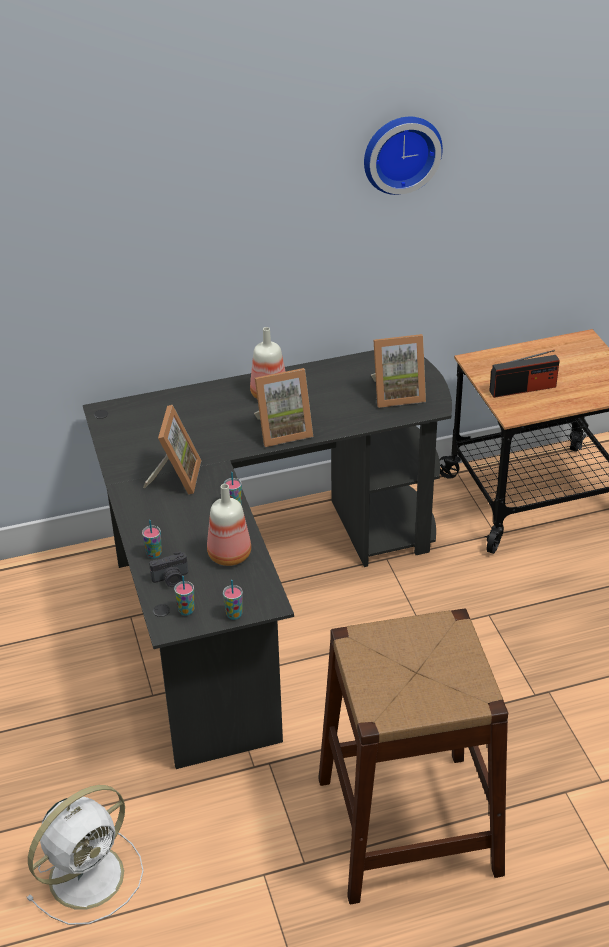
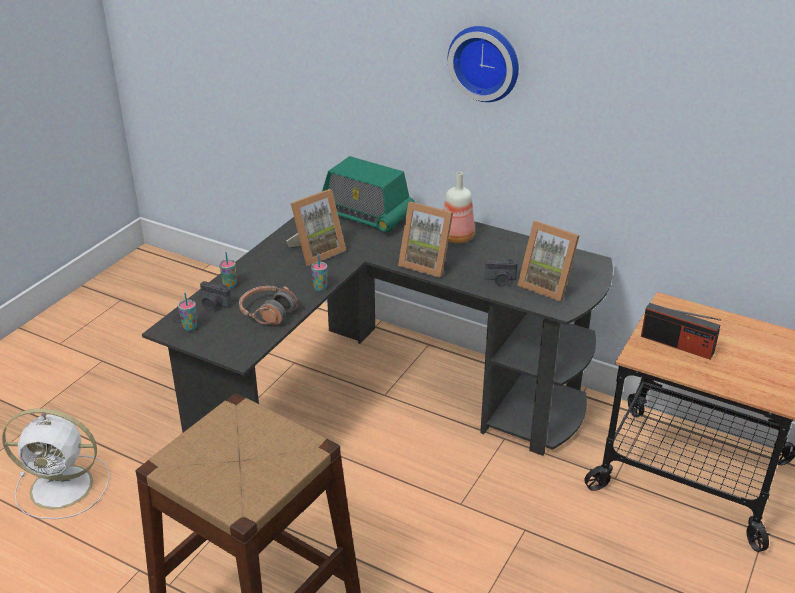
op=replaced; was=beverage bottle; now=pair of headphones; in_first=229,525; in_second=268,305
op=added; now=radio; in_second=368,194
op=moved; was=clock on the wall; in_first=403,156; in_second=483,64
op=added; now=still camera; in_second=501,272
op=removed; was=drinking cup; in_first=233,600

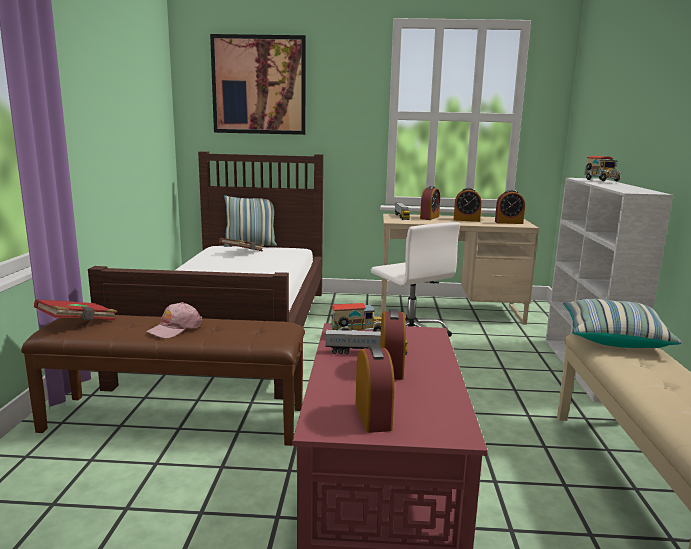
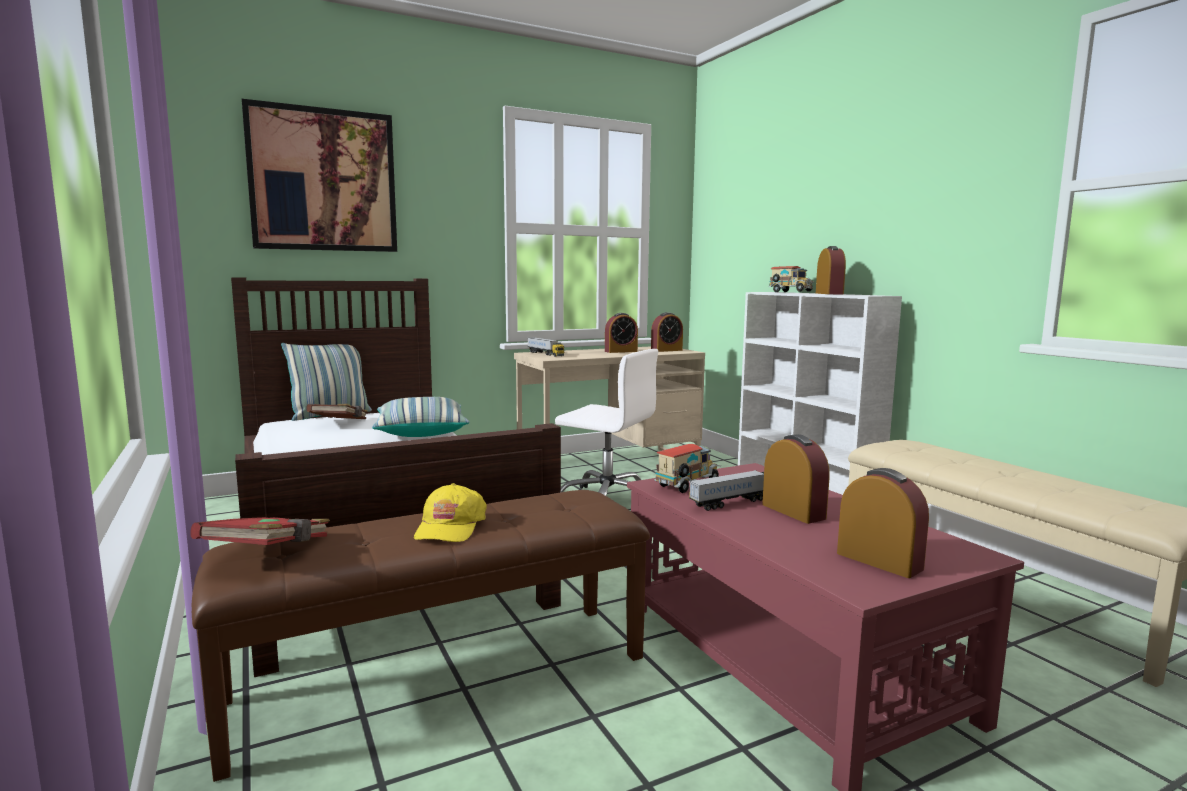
op=moved; was=cushion; in_first=622,323; in_second=420,417
op=recoloured; was=pink-coloured baseball cap; now=yellow-coloured baseball cap; in_first=174,320; in_second=450,512
op=moved; was=table clock; in_first=430,203; in_second=831,270

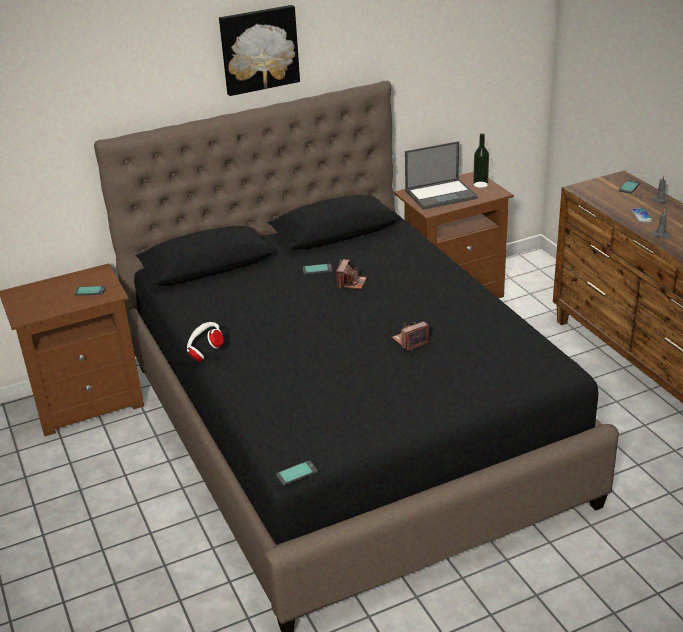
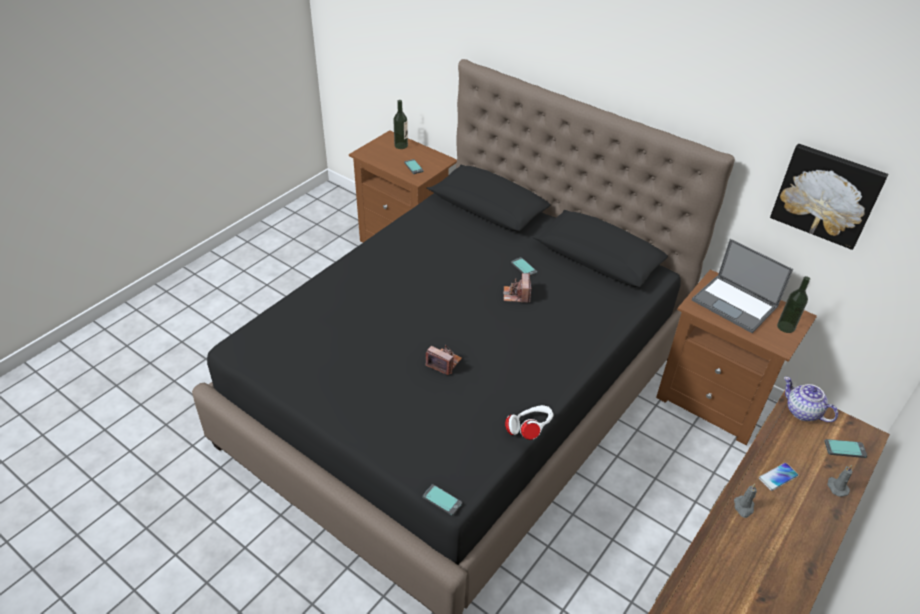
op=added; now=beverage bottle; in_second=400,124
op=moved; was=telephone; in_first=297,473; in_second=442,500
op=turned; was=still camera; in_first=351,274; in_second=517,288; clockwise=105
op=moved; was=whitish pair of headphones; in_first=205,342; in_second=529,422
op=moved; was=picture; in_first=259,50; in_second=829,197
op=added; now=teapot; in_second=811,399

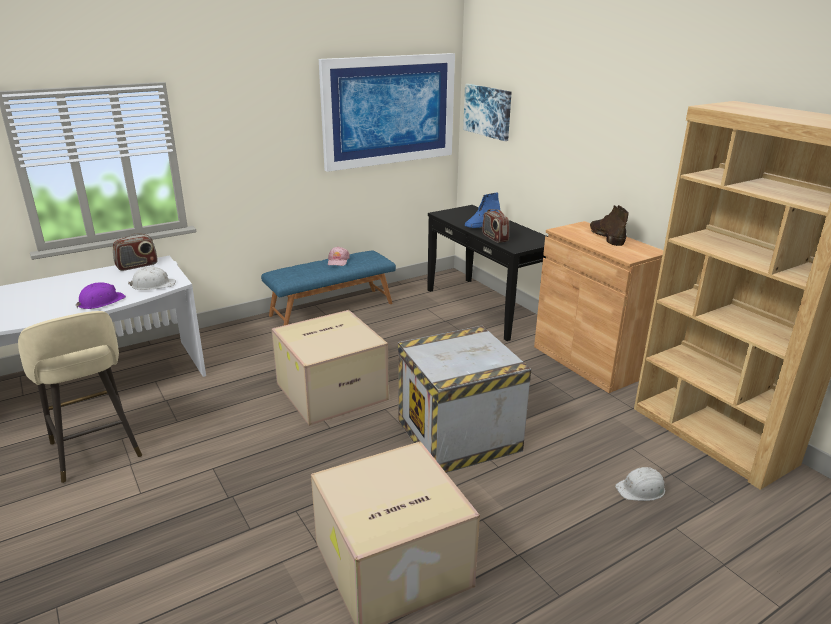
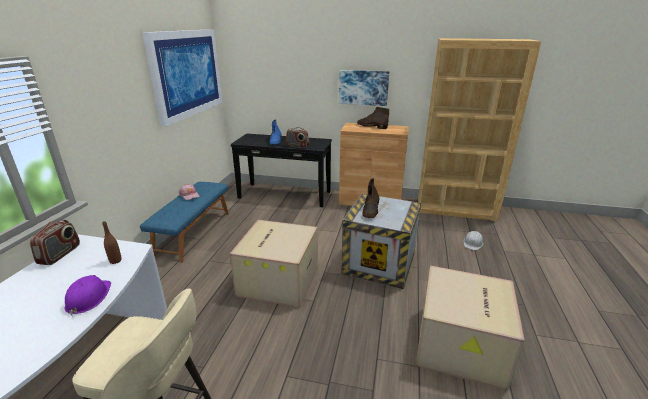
op=replaced; was=whitish work helmet; now=brown beverage bottle; in_first=152,278; in_second=112,242
op=moved; was=picture; in_first=487,112; in_second=364,88
op=added; now=brown boot; in_second=370,198

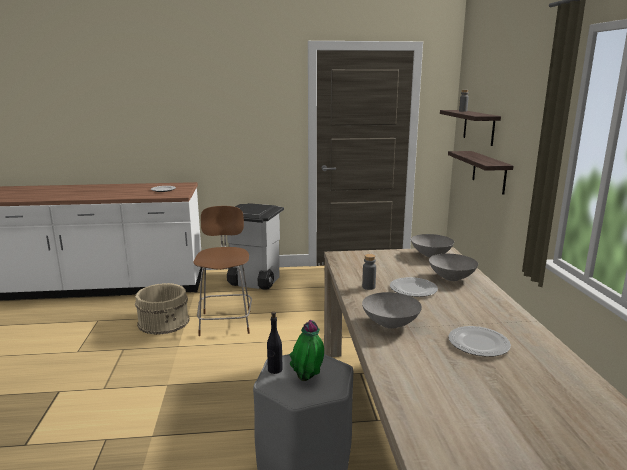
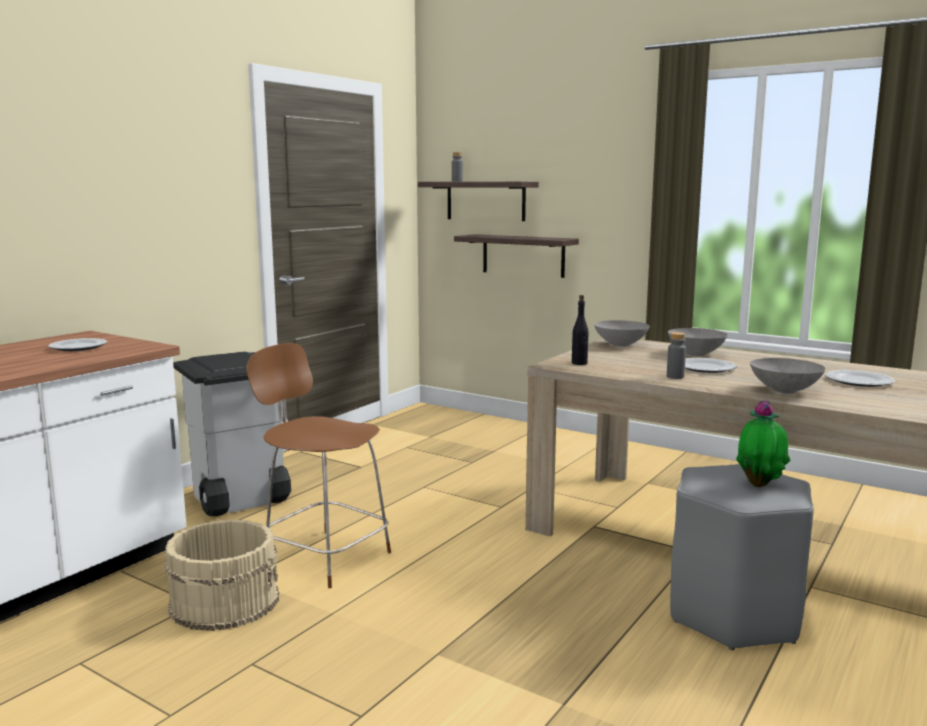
op=moved; was=blackish beverage bottle; in_first=275,343; in_second=580,330

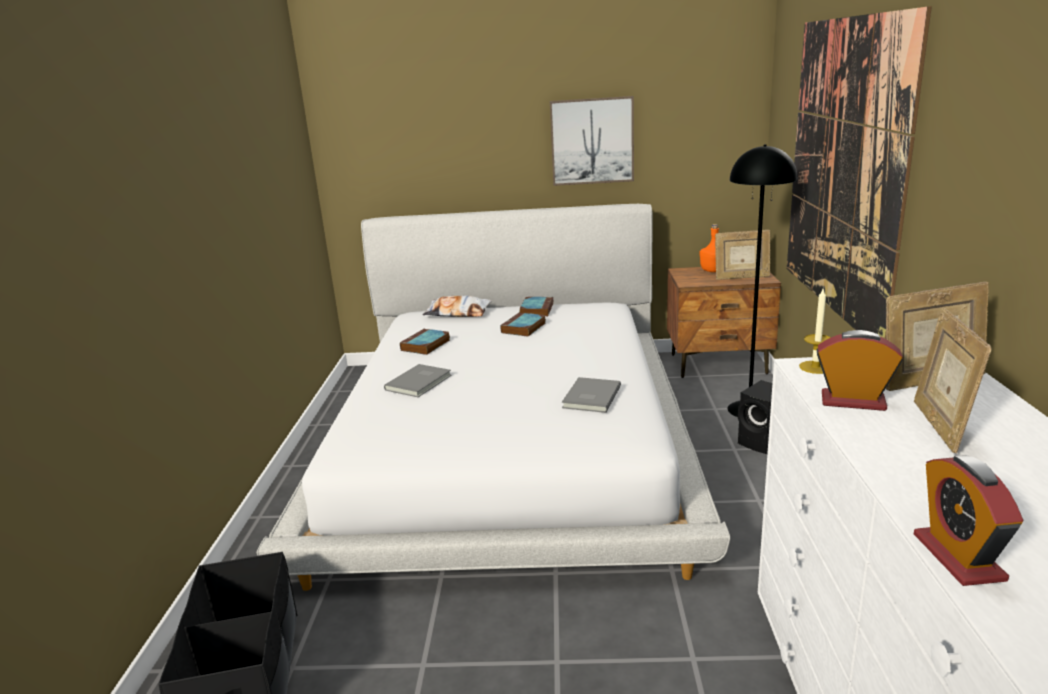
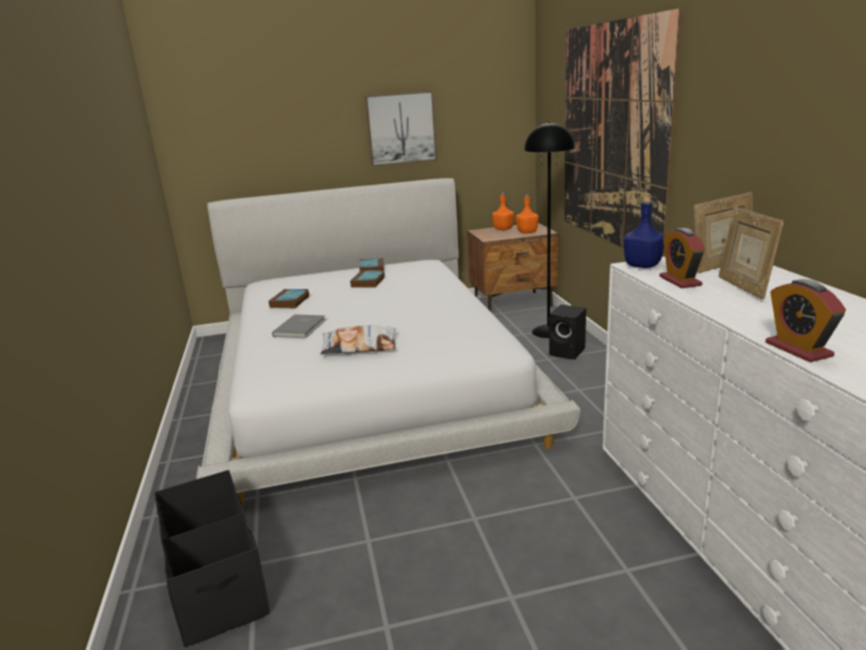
op=moved; was=cushion; in_first=457,306; in_second=358,340
op=replaced; was=picture frame; now=orange-coloured beverage bottle; in_first=742,255; in_second=527,213
op=replaced; was=wax light; now=bluish beverage bottle; in_first=815,331; in_second=644,232
op=turned; was=table clock; in_first=860,370; in_second=682,258; clockwise=-105
op=removed; was=greyish book; in_first=591,395

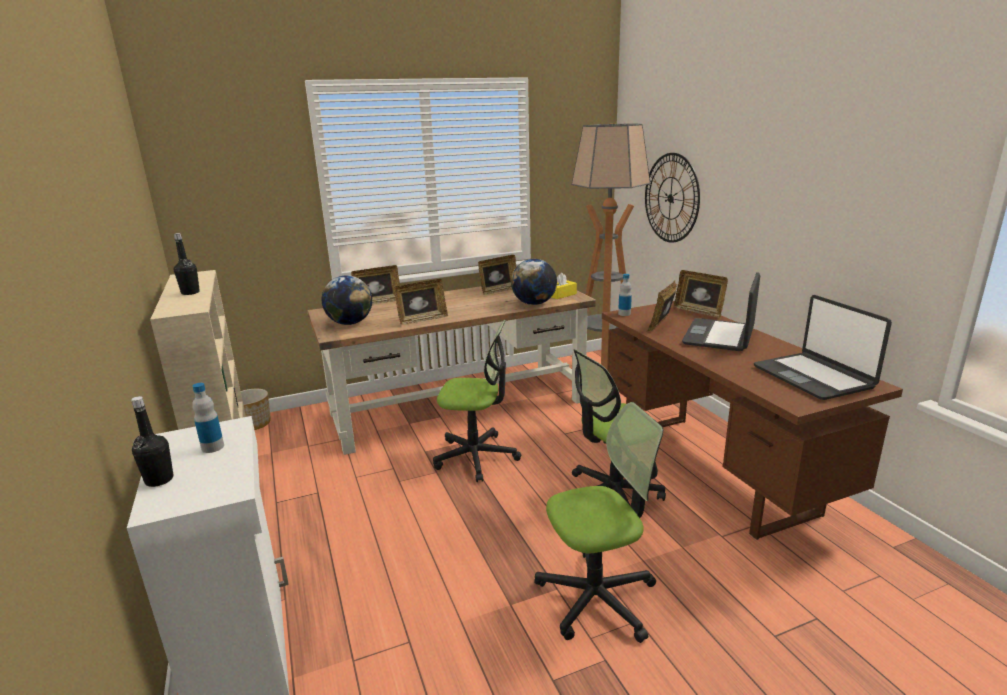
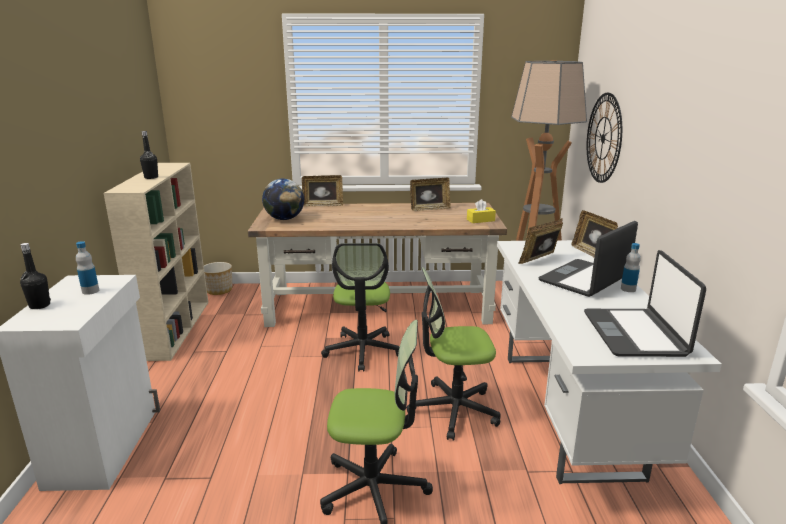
op=turned; was=desk chair; in_first=477,401; in_second=360,307; clockwise=60
op=recoloured; was=brown desk table; now=whitish desk table; in_first=752,420; in_second=609,362
op=moved; was=beverage bottle; in_first=625,295; in_second=631,267
op=removed; was=picture frame; in_first=421,302
op=removed; was=desk globe; in_first=534,282

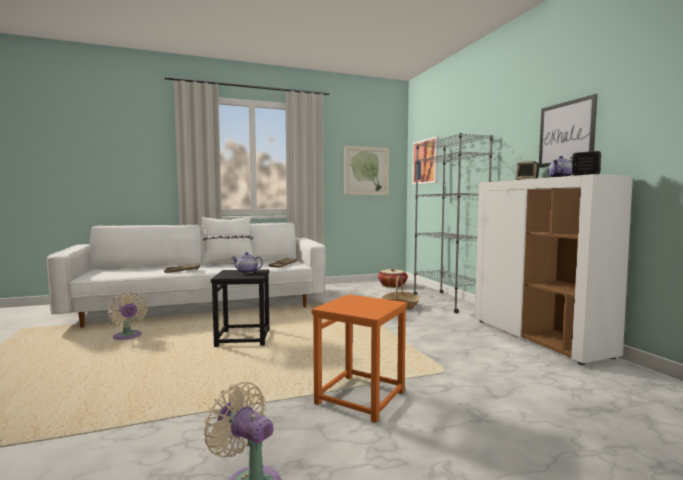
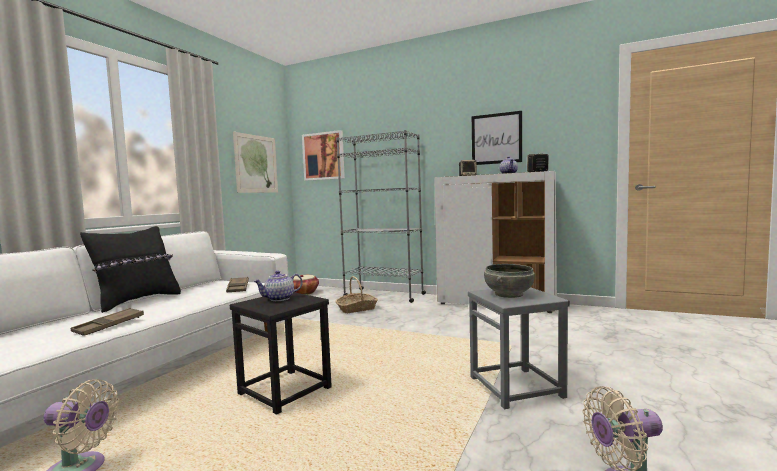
op=recoloured; was=whitish cushion; now=blackish cushion; in_first=227,240; in_second=130,269
op=recoloured; was=orange-coloured stool seat; now=greyish stool seat; in_first=359,358; in_second=519,348
op=added; now=greyish bowl; in_second=509,281

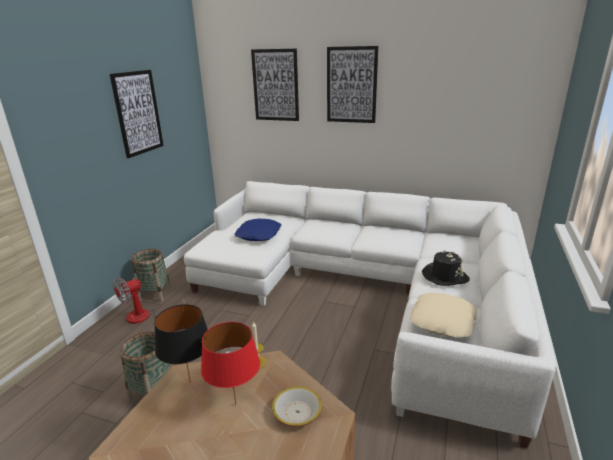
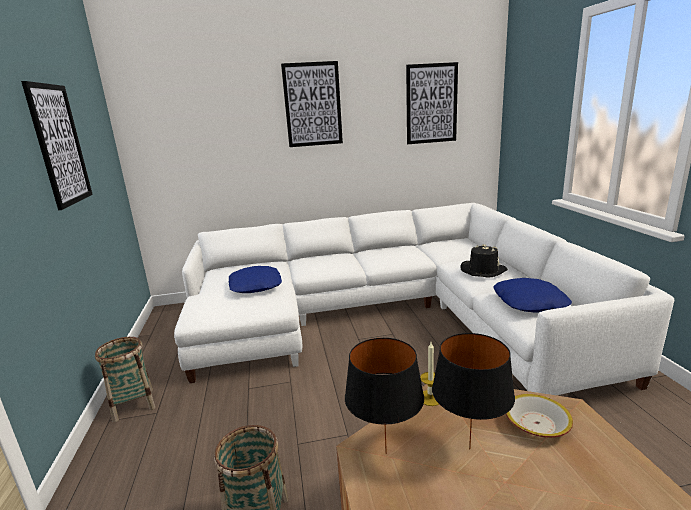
op=moved; was=picture; in_first=275,85; in_second=432,103
op=recoloured; was=red-coloured lamp for a table; now=blackish lamp for a table; in_first=230,363; in_second=473,391
op=recoloured; was=beige-coloured cushion; now=bluish cushion; in_first=443,315; in_second=532,295
op=removed; was=fan; in_first=149,300

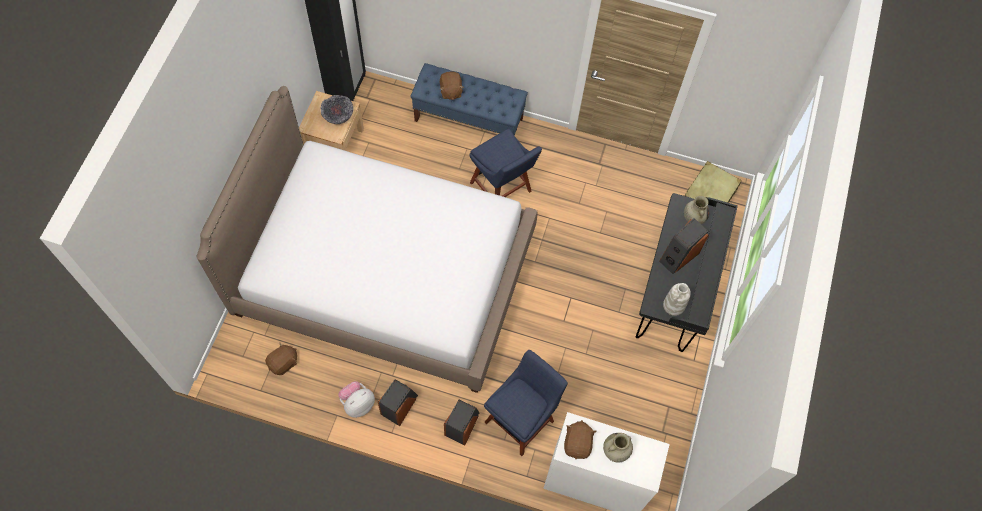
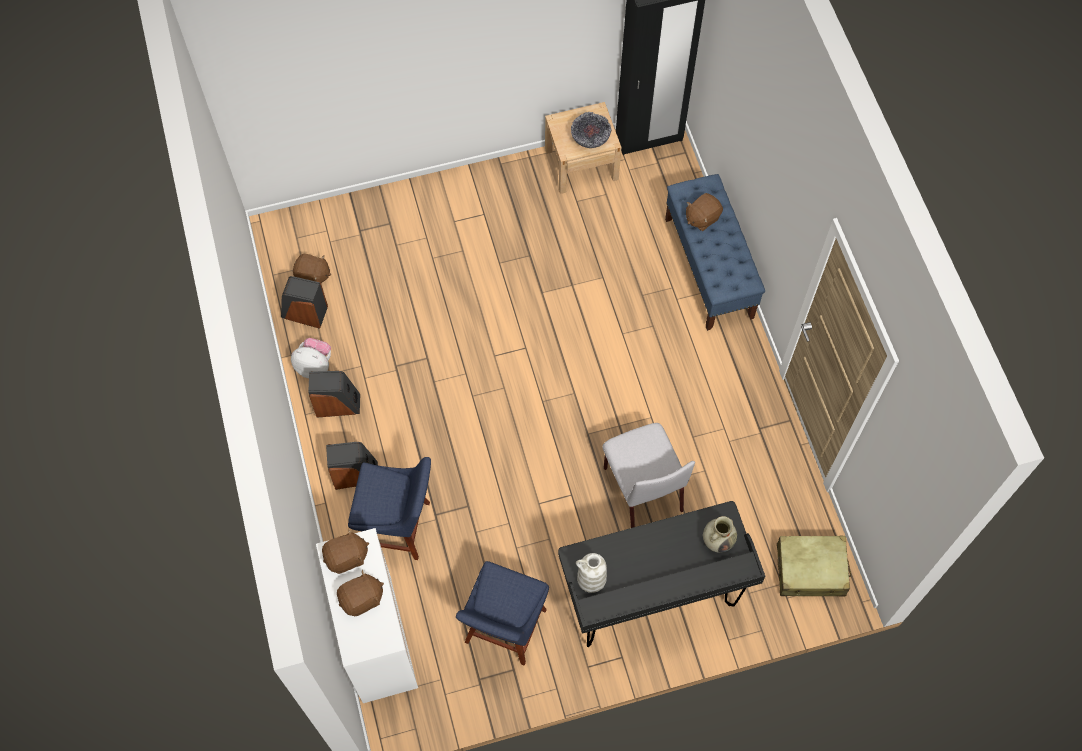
op=moved; was=loudspeaker; in_first=684,246; in_second=304,302
op=replaced; was=beige-coloured vase; now=brown soft toy; in_first=618,448; in_second=360,593
op=moved; was=bluish upright chair; in_first=505,163; in_second=502,613
op=added; now=greyish upright chair; in_second=648,475
op=removed; was=bedroom bed; in_first=367,239

